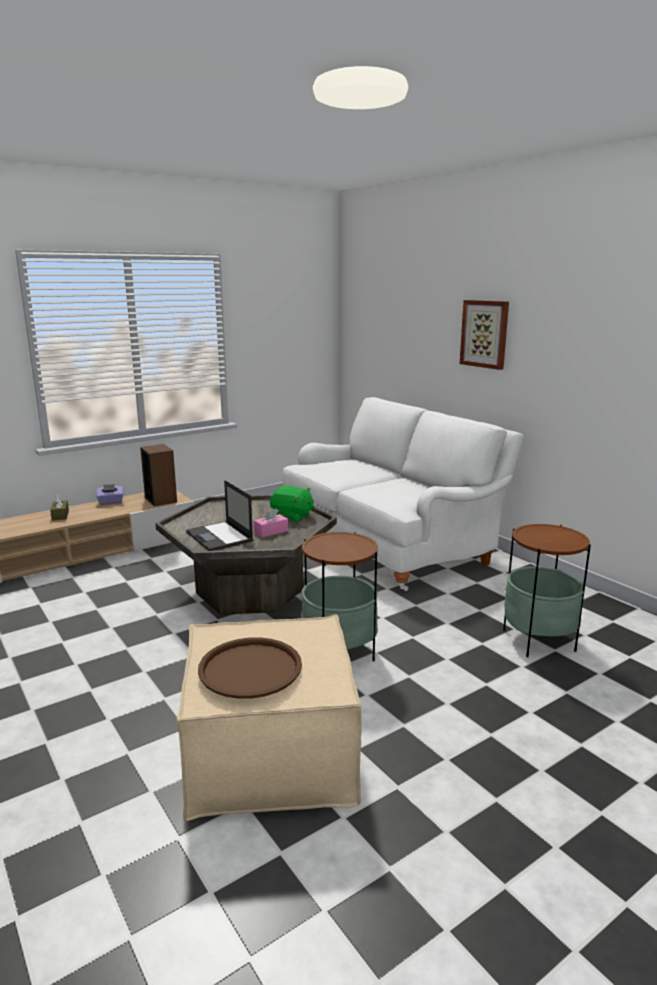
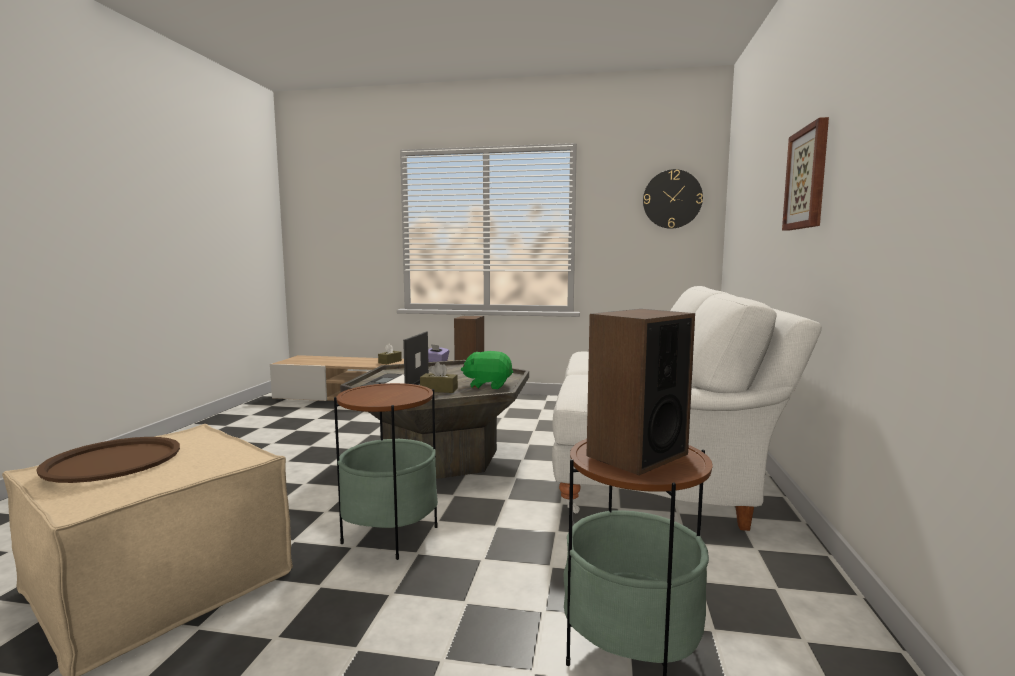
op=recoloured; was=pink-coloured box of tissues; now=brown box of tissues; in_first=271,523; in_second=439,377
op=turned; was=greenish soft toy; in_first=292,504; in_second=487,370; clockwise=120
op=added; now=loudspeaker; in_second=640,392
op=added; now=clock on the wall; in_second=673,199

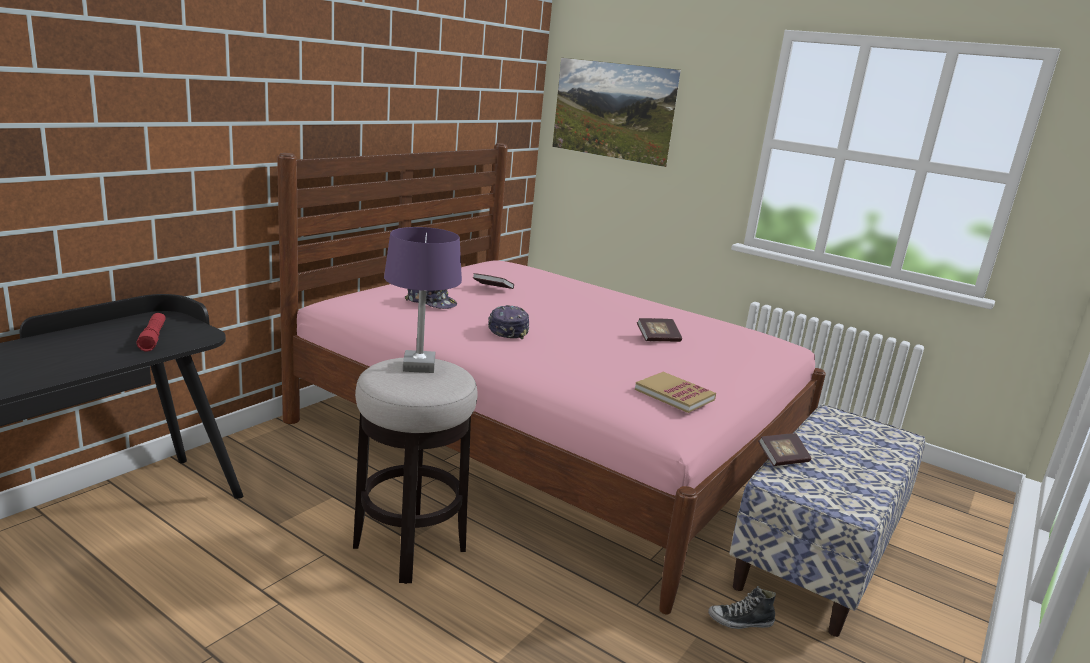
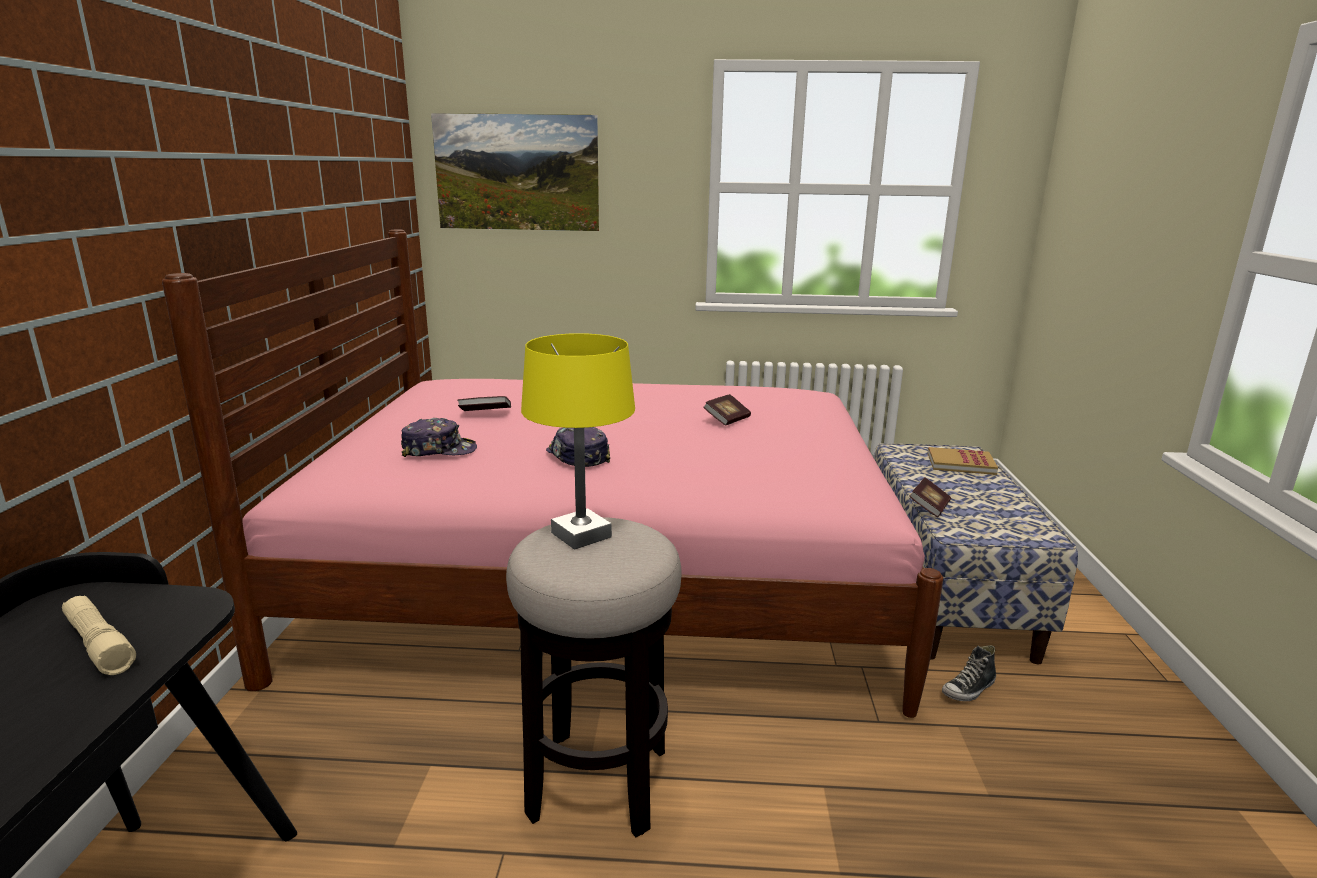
op=recoloured; was=red-coloured torch; now=beige-coloured torch; in_first=151,332; in_second=99,635
op=recoloured; was=purplish lamp for a table; now=yellow-coloured lamp for a table; in_first=423,300; in_second=578,441
op=moved; was=book; in_first=675,392; in_second=963,461

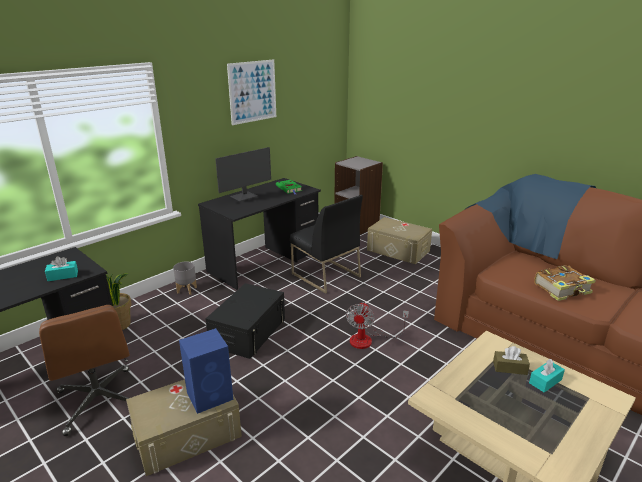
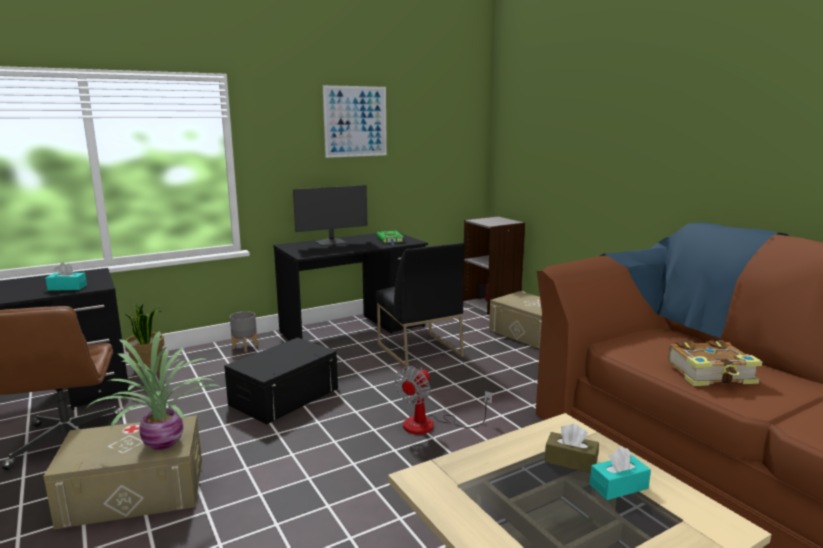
op=replaced; was=bluish loudspeaker; now=houseplant; in_first=206,371; in_second=153,390

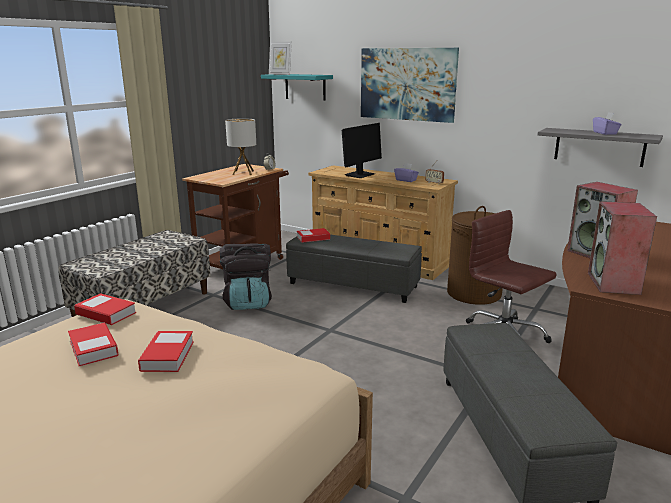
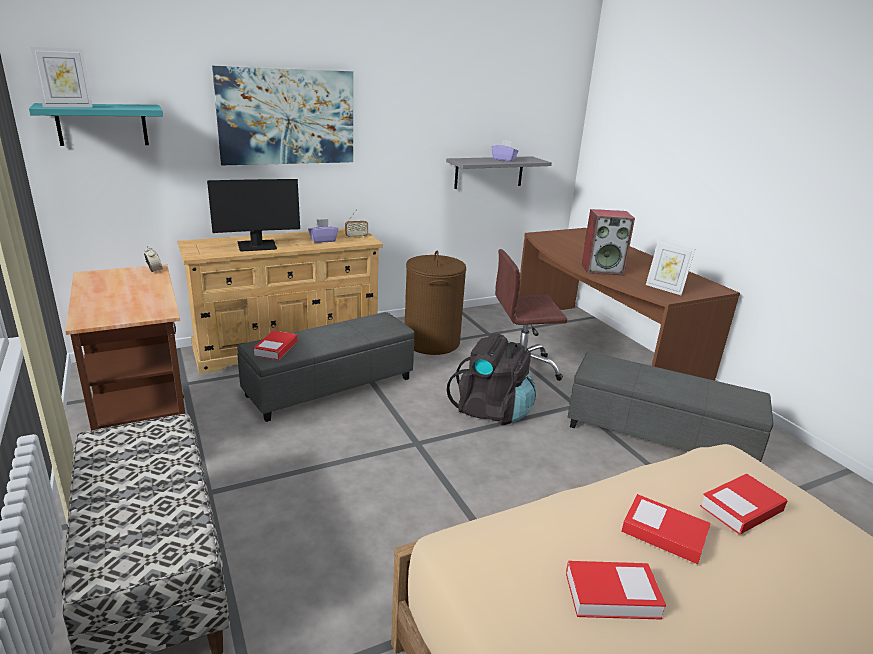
op=turned; was=computer screen; in_first=362,150; in_second=253,215; clockwise=90
op=moved; was=blackish backpack; in_first=245,276; in_second=491,379
op=replaced; was=loudspeaker; now=picture frame; in_first=622,248; in_second=670,267
op=moved; was=book; in_first=105,309; in_second=743,504
op=removed; was=lamp for a table; in_first=240,146

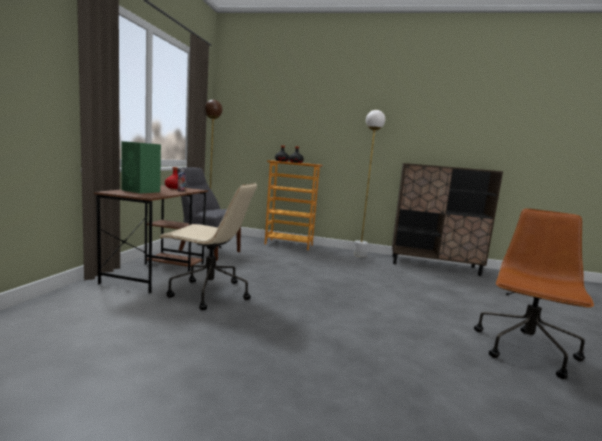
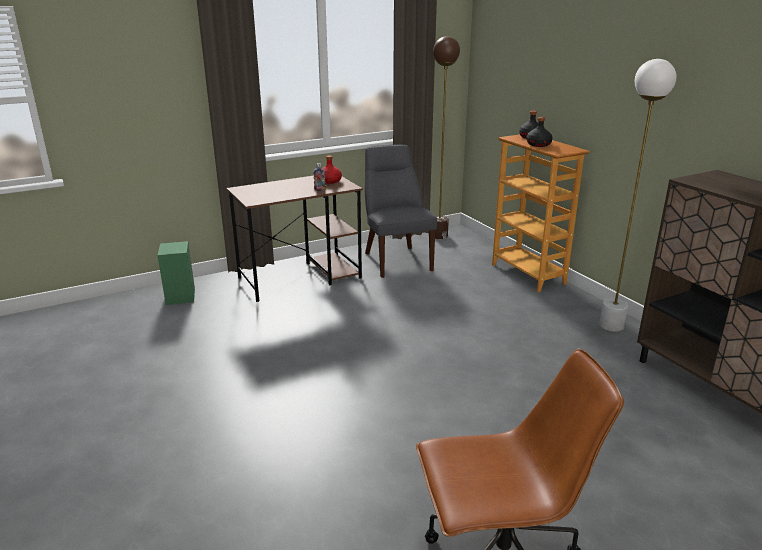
op=moved; was=greenish loudspeaker; in_first=141,167; in_second=176,273
op=removed; was=beige-coloured desk chair; in_first=208,247

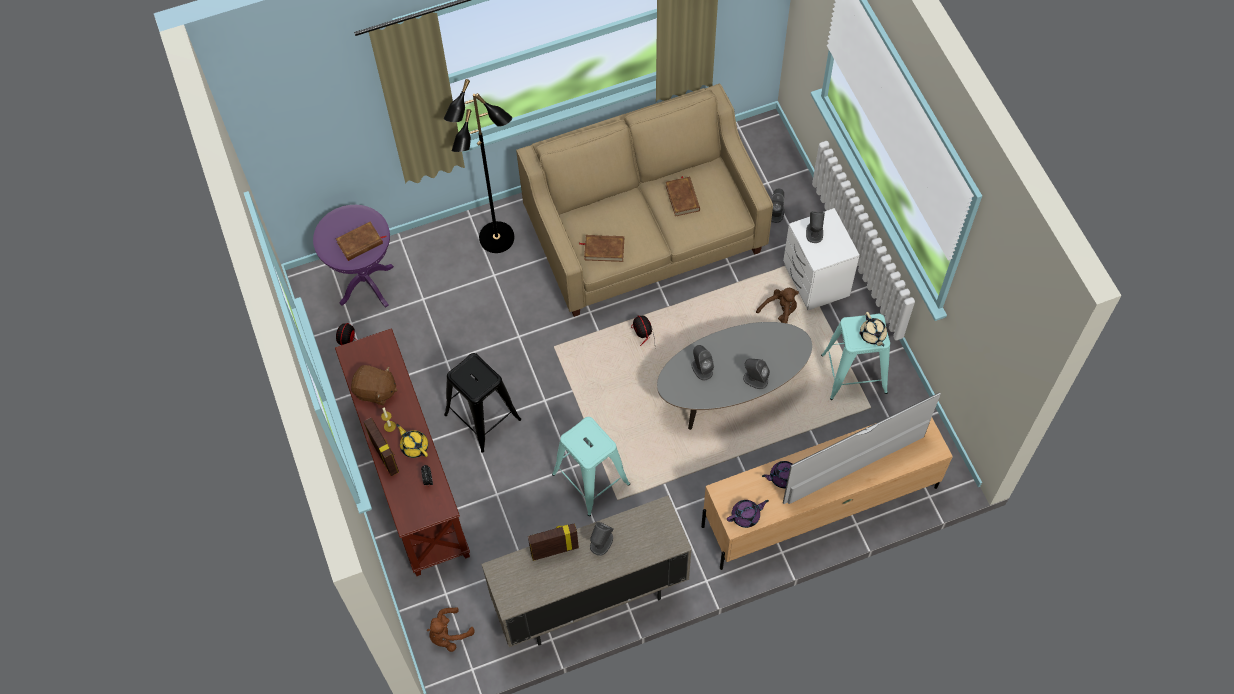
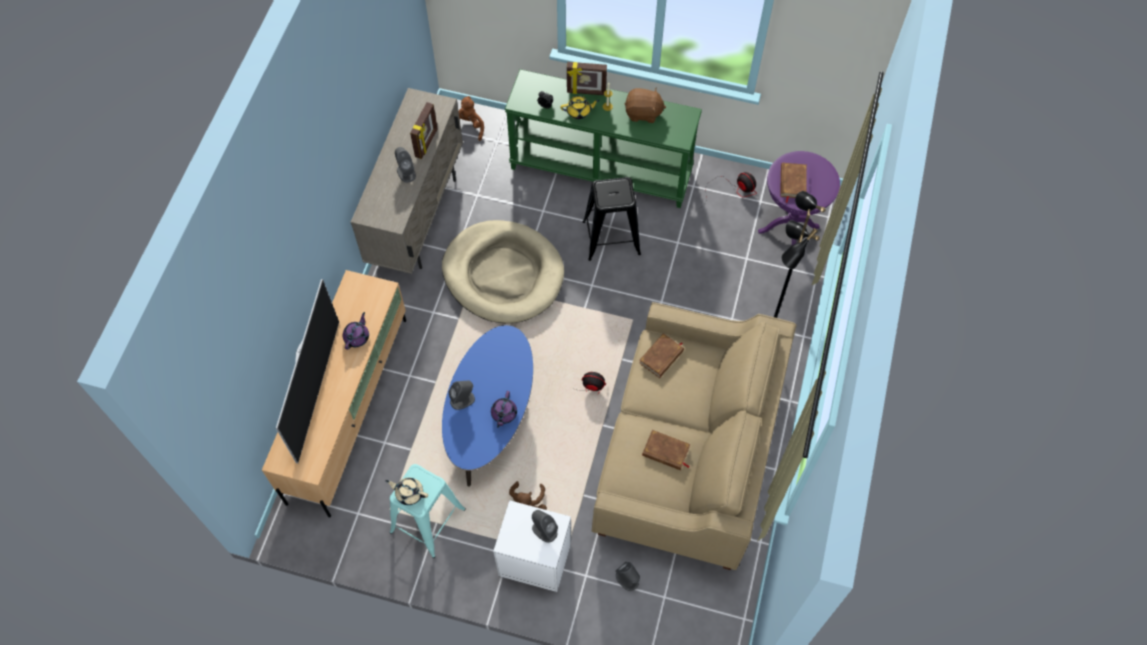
op=replaced; was=blue-green stool seat; now=beige-coloured dog cushion; in_first=591,466; in_second=503,271
op=recoloured; was=greyish coffee table; now=bluish coffee table; in_first=734,376; in_second=487,406
op=moved; was=purplish teapot; in_first=748,514; in_second=504,409
op=recoloured; was=brown console table; now=greenish console table; in_first=402,452; in_second=603,138
op=turned; was=brown soft toy; in_first=374,385; in_second=645,105; clockwise=-135
op=removed; was=greyish loudspeaker; in_first=703,363

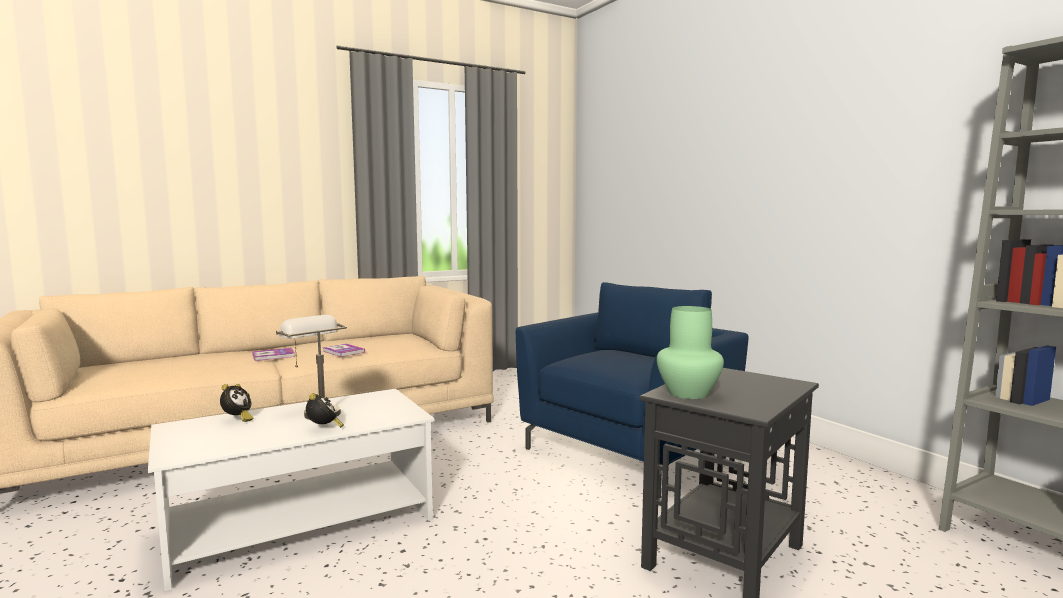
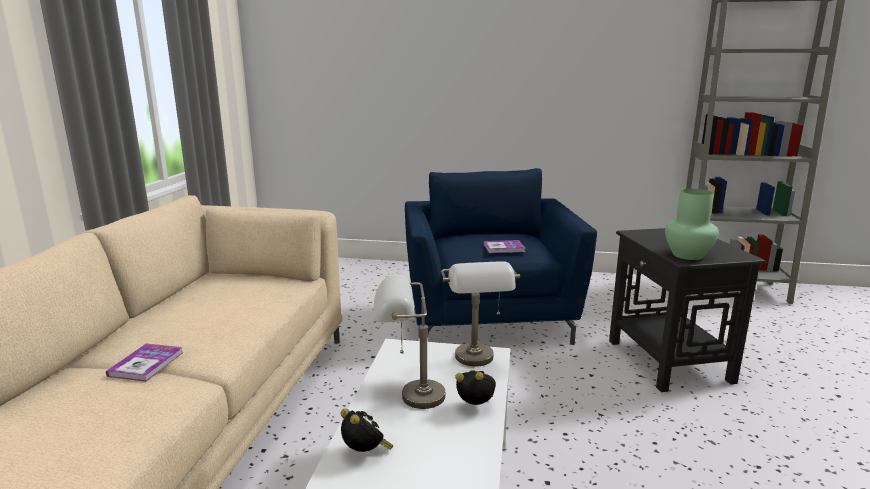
op=added; now=greyish lamp for a table; in_second=480,313
op=moved; was=book; in_first=344,350; in_second=504,246

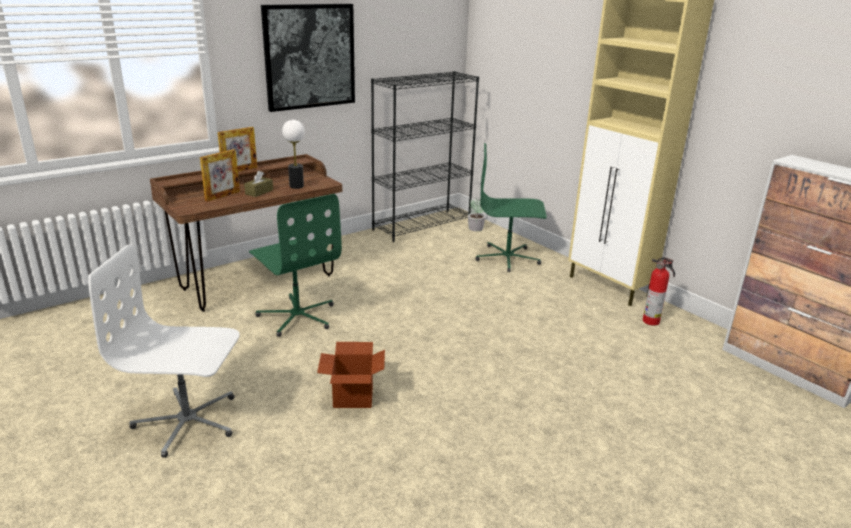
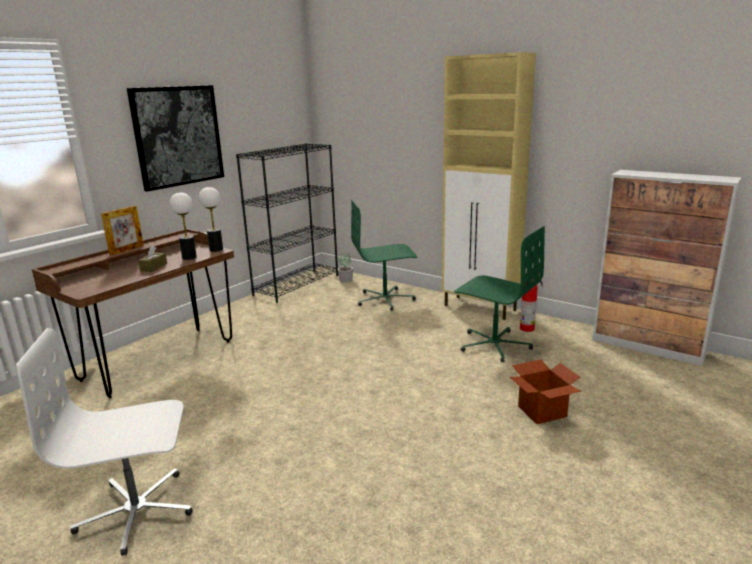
op=added; now=lamp for a table; in_second=211,219
op=moved; was=greenish desk chair; in_first=295,265; in_second=499,294
op=moved; was=cardboard box; in_first=351,375; in_second=545,392
op=removed; was=picture frame; in_first=220,175

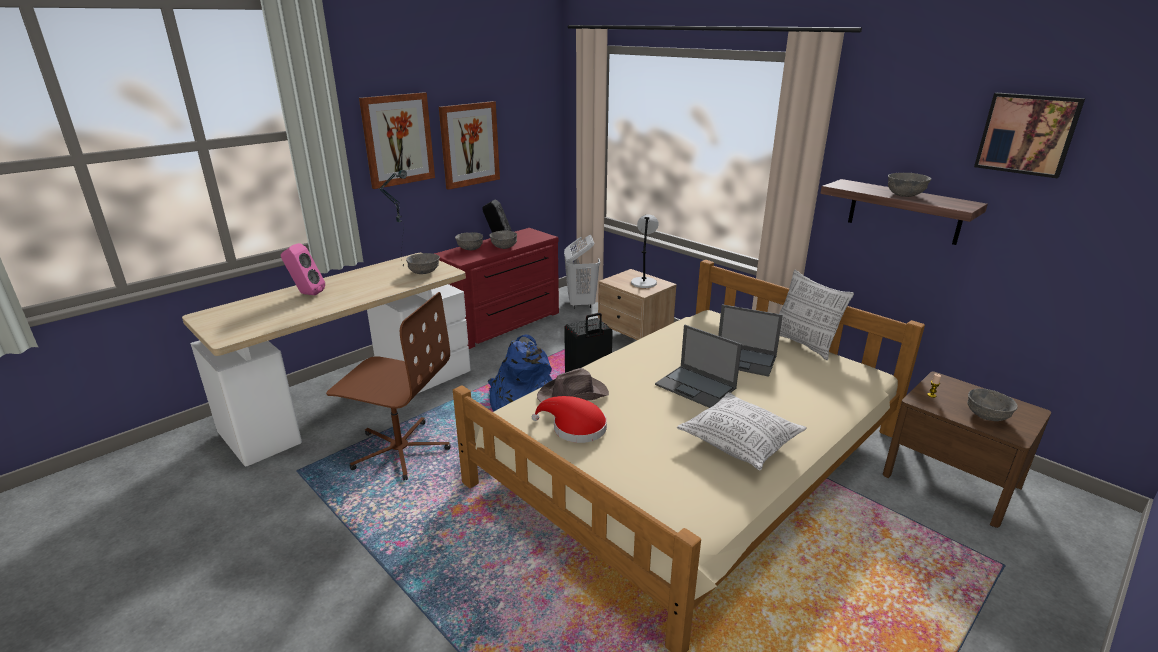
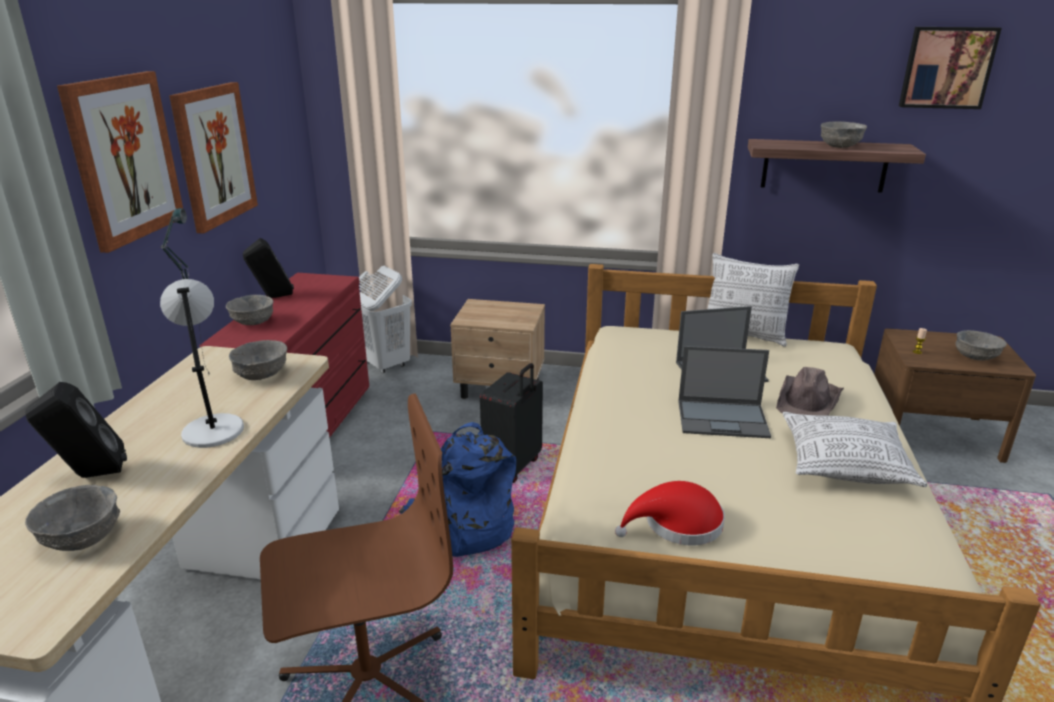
op=recoloured; was=pink-coloured loudspeaker; now=blackish loudspeaker; in_first=303,269; in_second=76,430
op=moved; was=greyish bowl; in_first=503,239; in_second=72,518
op=moved; was=greyish lamp for a table; in_first=645,251; in_second=202,363
op=moved; was=brown clothing hat; in_first=573,385; in_second=810,391

